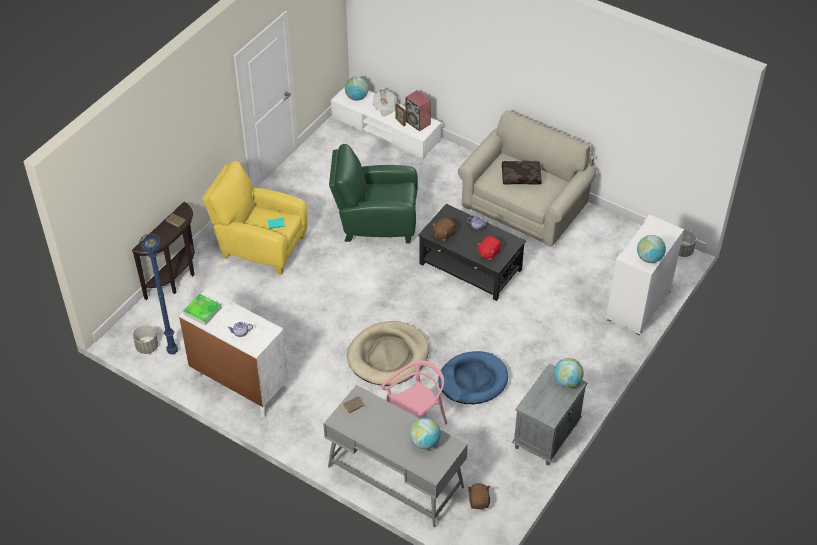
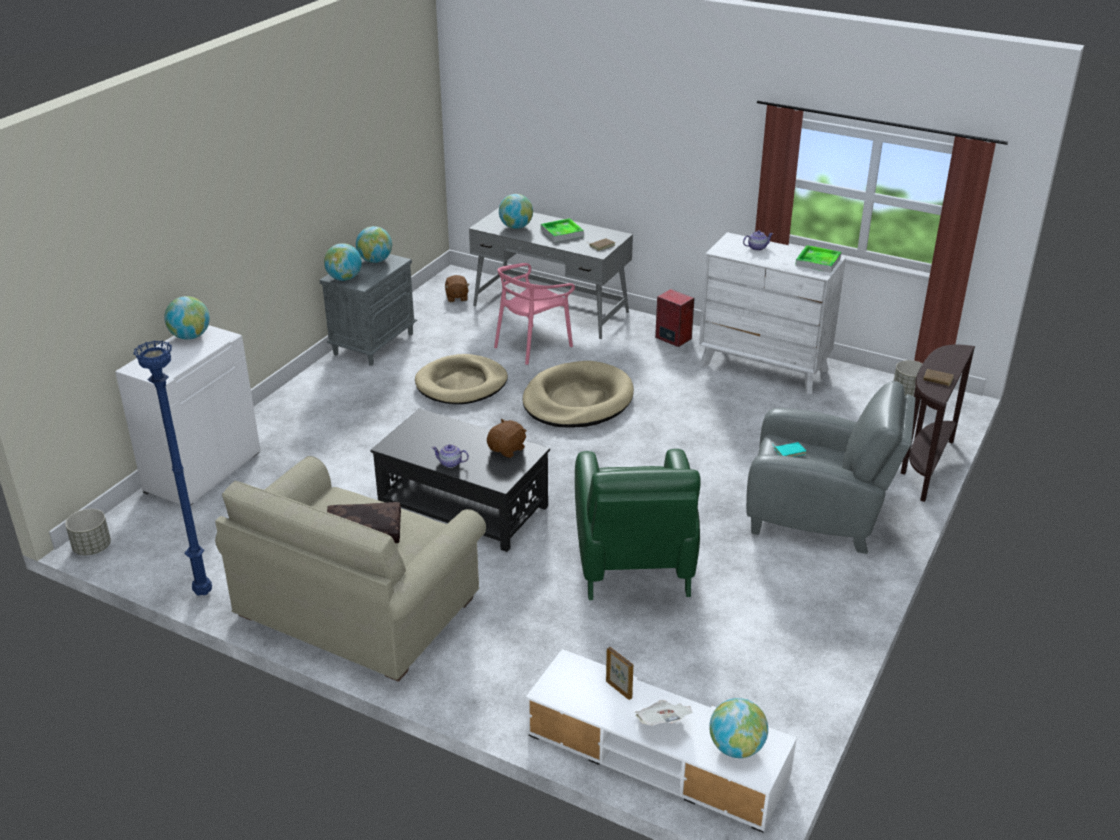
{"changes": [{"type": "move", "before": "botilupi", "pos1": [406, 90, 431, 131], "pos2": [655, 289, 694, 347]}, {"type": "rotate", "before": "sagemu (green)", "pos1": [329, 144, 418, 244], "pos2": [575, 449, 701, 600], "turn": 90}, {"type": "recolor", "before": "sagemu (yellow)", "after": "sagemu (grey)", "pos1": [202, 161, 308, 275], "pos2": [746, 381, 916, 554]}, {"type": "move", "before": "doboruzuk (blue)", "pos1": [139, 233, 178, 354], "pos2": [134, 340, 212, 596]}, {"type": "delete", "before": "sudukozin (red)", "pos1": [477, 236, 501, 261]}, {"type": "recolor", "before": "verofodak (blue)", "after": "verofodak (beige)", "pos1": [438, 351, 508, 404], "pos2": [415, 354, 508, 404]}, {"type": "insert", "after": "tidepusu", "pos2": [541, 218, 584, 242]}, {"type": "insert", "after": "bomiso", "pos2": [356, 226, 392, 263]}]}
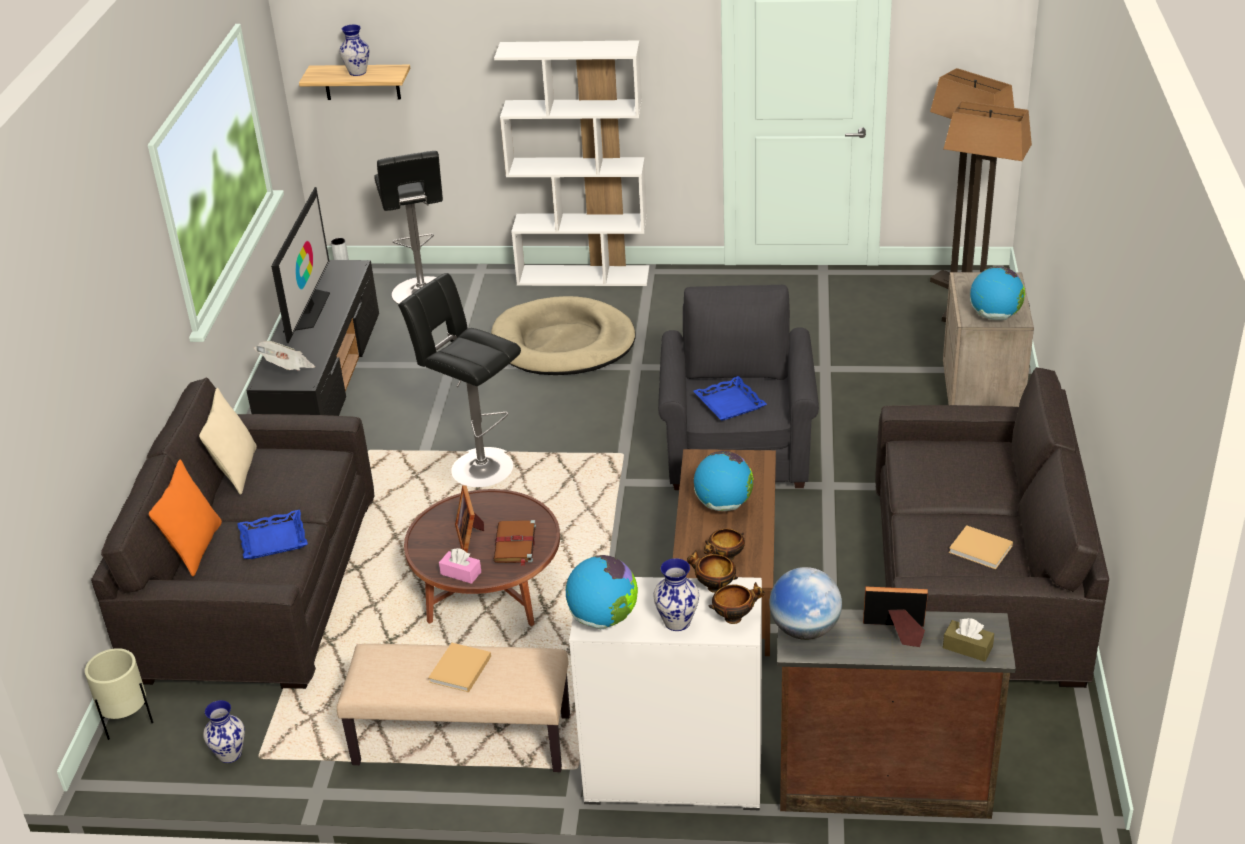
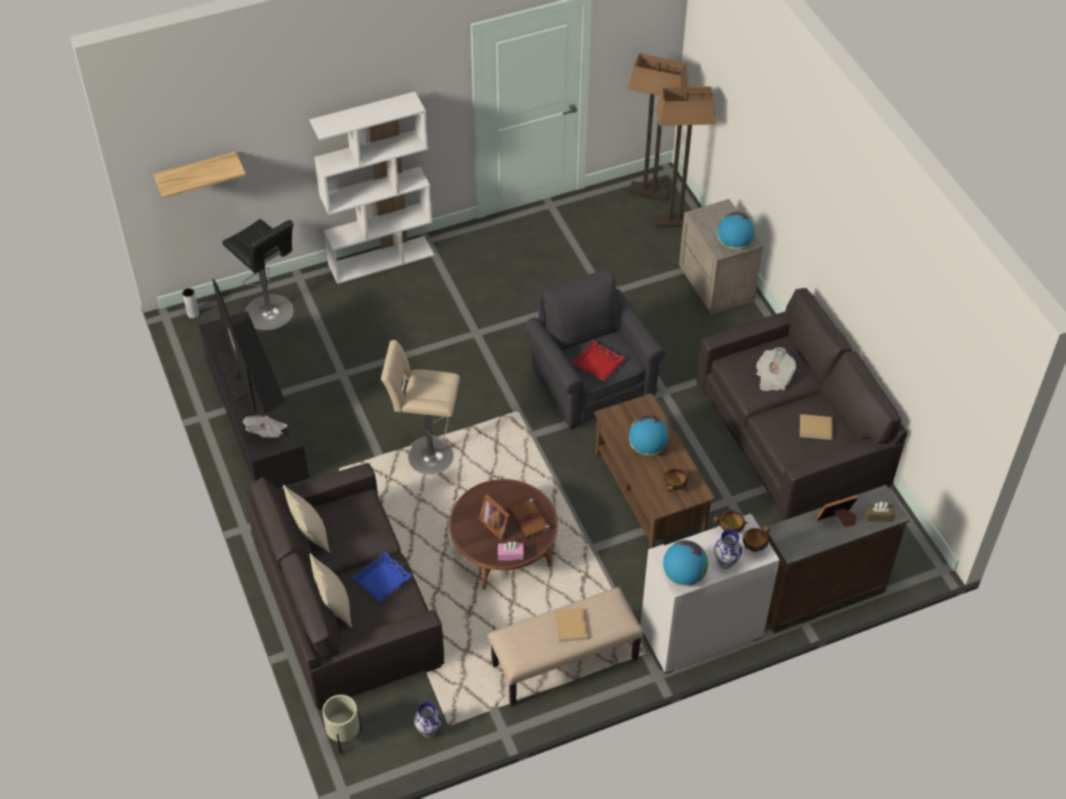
{"changes": [{"type": "delete", "before": "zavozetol", "pos1": [339, 25, 370, 76]}, {"type": "recolor", "before": "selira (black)", "after": "selira (beige)", "pos1": [398, 273, 521, 487], "pos2": [381, 340, 460, 475]}, {"type": "delete", "before": "verofodak (beige)", "pos1": [491, 296, 635, 375]}, {"type": "recolor", "before": "tidepusu (blue)", "after": "tidepusu (red)", "pos1": [693, 376, 767, 421], "pos2": [571, 340, 625, 381]}, {"type": "recolor", "before": "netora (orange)", "after": "netora (beige)", "pos1": [149, 460, 222, 576], "pos2": [309, 553, 352, 627]}, {"type": "delete", "before": "bomiso", "pos1": [769, 567, 842, 640]}, {"type": "insert", "after": "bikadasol", "pos2": [756, 347, 796, 391]}]}
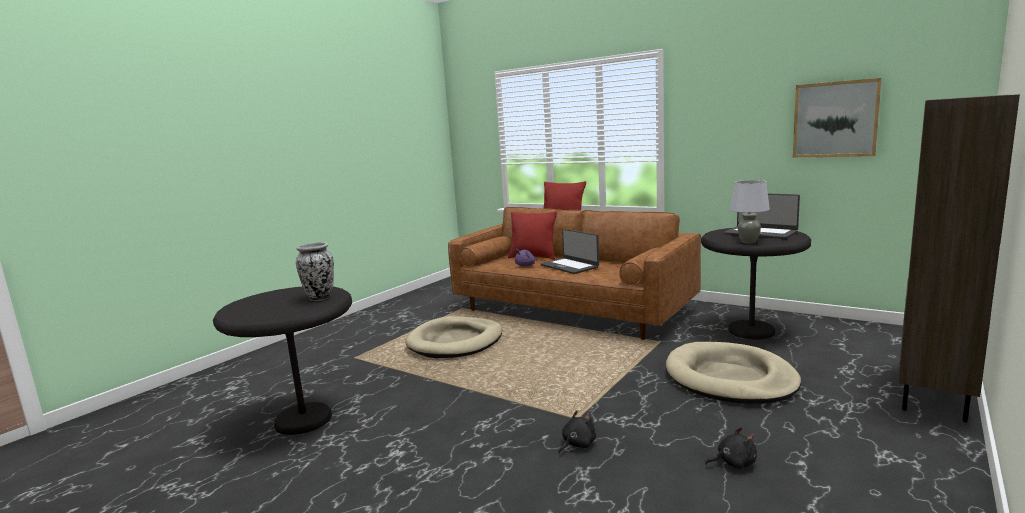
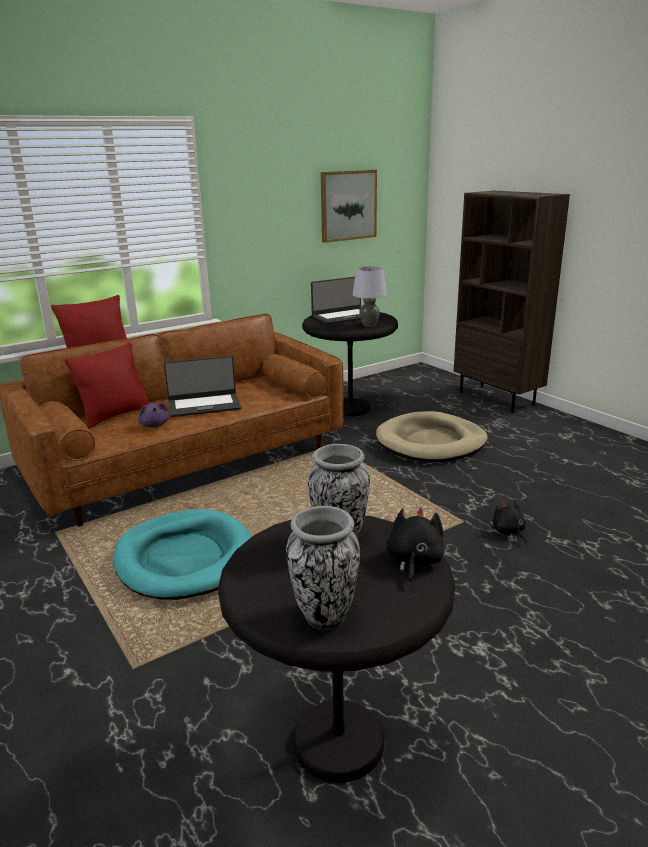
{"changes": [{"type": "recolor", "before": "verofodak (beige)", "after": "verofodak (turquoise)", "pos1": [405, 316, 502, 358], "pos2": [113, 509, 252, 600]}, {"type": "move", "before": "sudukozin (black)", "pos1": [705, 427, 757, 469], "pos2": [386, 507, 444, 584]}, {"type": "insert", "after": "zavozetol", "pos2": [286, 506, 360, 630]}]}
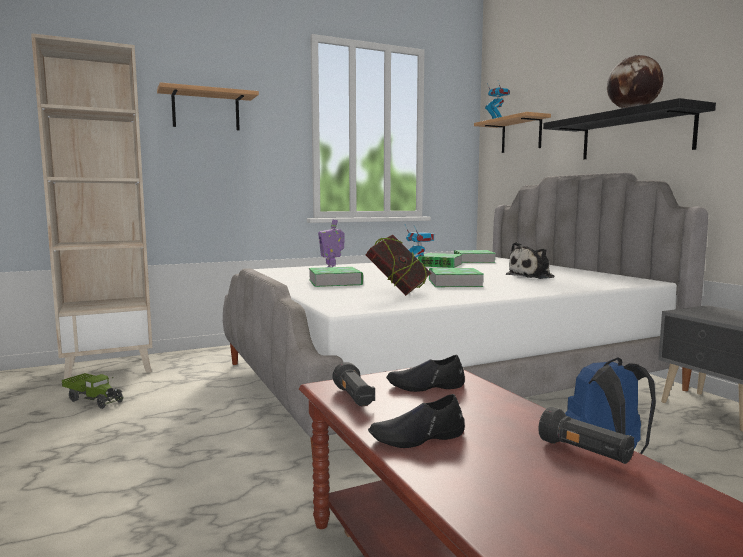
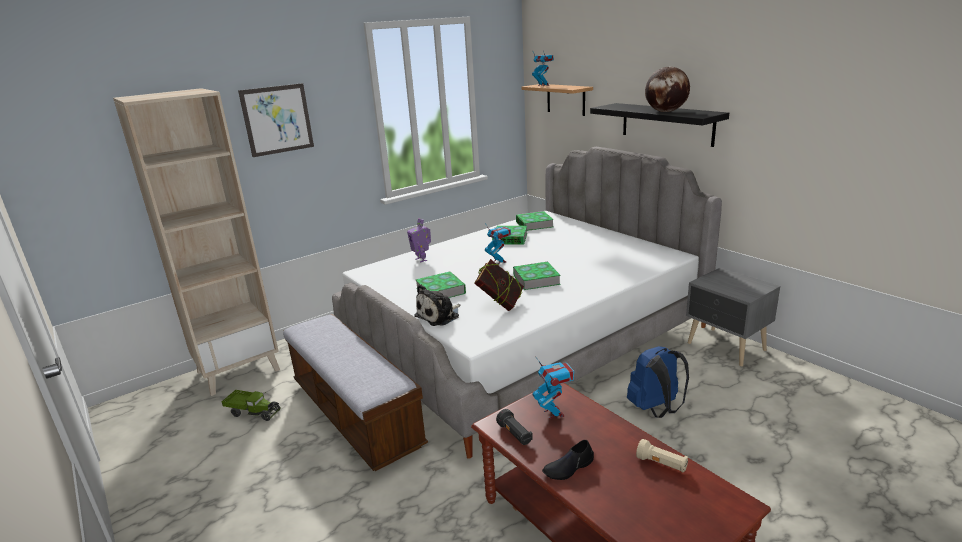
{"changes": [{"type": "replace", "before": "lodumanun", "after": "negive", "pos1": [157, 82, 259, 130], "pos2": [238, 83, 314, 157]}, {"type": "move", "before": "sudukozin", "pos1": [506, 242, 555, 279], "pos2": [414, 284, 460, 326]}, {"type": "replace", "before": "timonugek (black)", "after": "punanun", "pos1": [386, 355, 465, 392], "pos2": [533, 359, 574, 419]}, {"type": "recolor", "before": "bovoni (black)", "after": "bovoni (beige)", "pos1": [538, 407, 634, 464], "pos2": [636, 439, 688, 472]}, {"type": "insert", "after": "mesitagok", "pos2": [283, 314, 428, 471]}]}
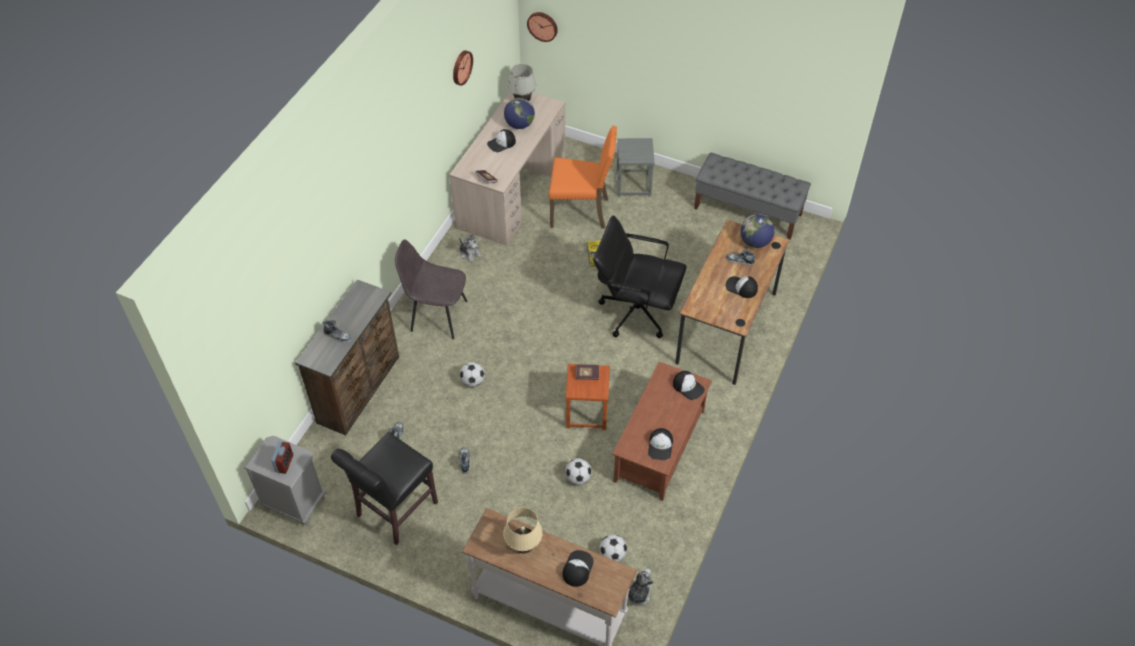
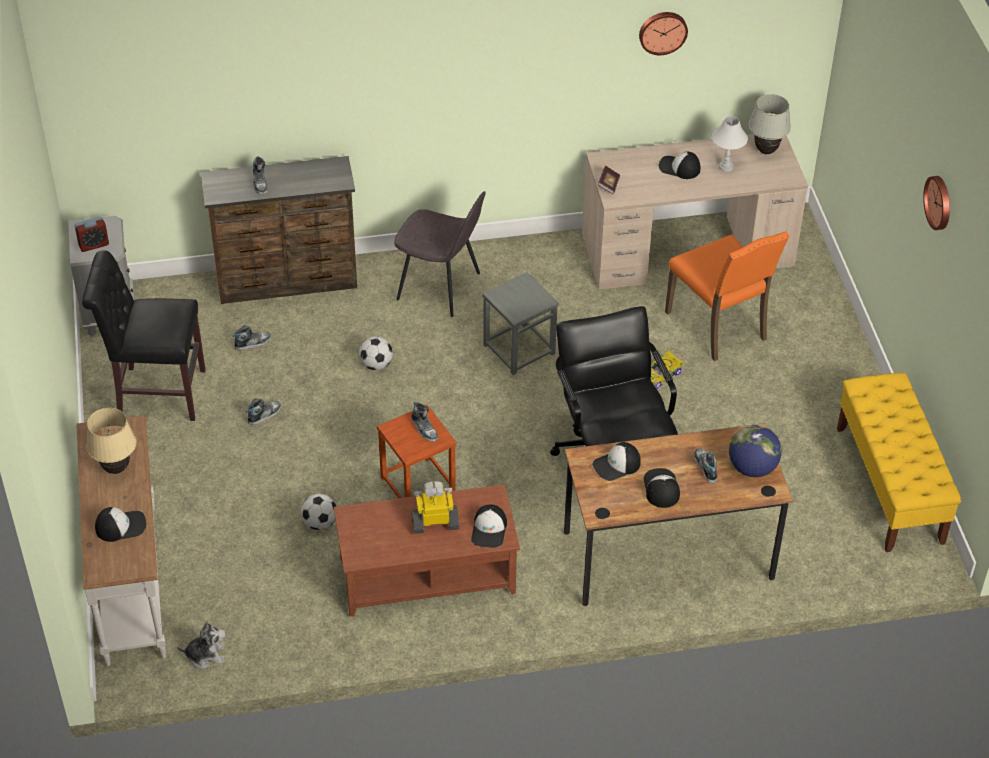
{"changes": [{"type": "move", "before": "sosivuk", "pos1": [527, 12, 558, 42], "pos2": [923, 176, 950, 230]}, {"type": "replace", "before": "bomiso", "after": "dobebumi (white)", "pos1": [504, 98, 535, 129], "pos2": [712, 116, 748, 172]}, {"type": "move", "before": "selira (grey)", "pos1": [616, 138, 654, 197], "pos2": [482, 272, 559, 375]}, {"type": "recolor", "before": "mesitagok (grey)", "after": "mesitagok (yellow)", "pos1": [694, 152, 811, 240], "pos2": [837, 373, 961, 552]}, {"type": "delete", "before": "sudukozin", "pos1": [459, 234, 482, 263]}, {"type": "rotate", "before": "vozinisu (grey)", "pos1": [395, 239, 468, 339], "pos2": [394, 191, 486, 317], "turn": 135}, {"type": "replace", "before": "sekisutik", "after": "timonugek", "pos1": [576, 364, 599, 380], "pos2": [411, 402, 438, 442]}, {"type": "move", "before": "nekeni", "pos1": [648, 428, 673, 460], "pos2": [592, 442, 641, 481]}, {"type": "delete", "before": "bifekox", "pos1": [599, 534, 627, 562]}, {"type": "insert", "after": "punanun", "pos2": [411, 481, 459, 534]}]}
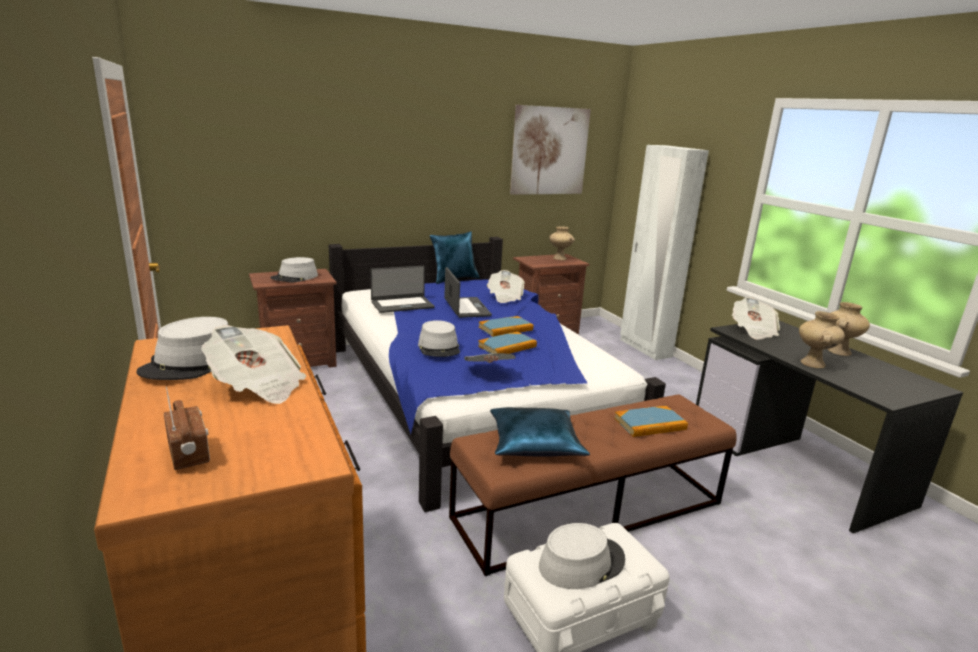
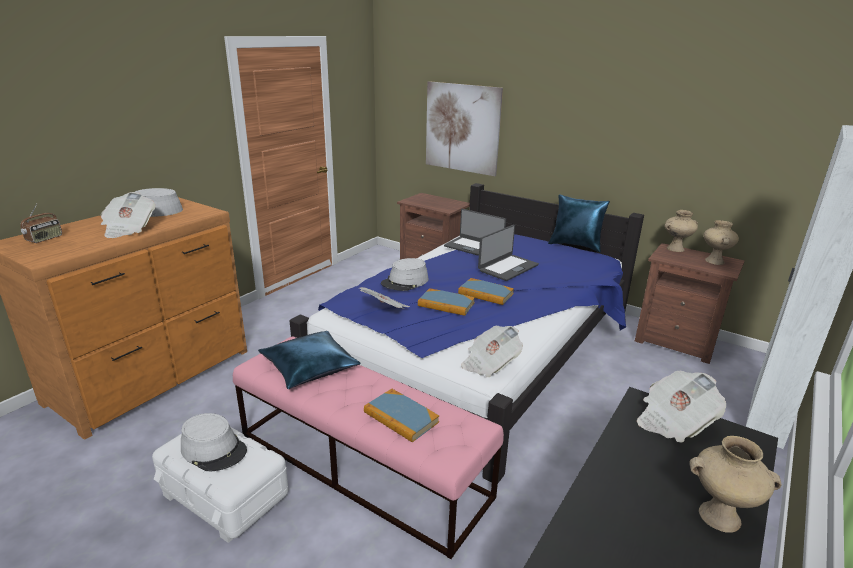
{"changes": [{"type": "move", "before": "negive", "pos1": [510, 105, 591, 195], "pos2": [426, 81, 503, 176]}, {"type": "delete", "before": "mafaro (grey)", "pos1": [270, 257, 318, 283]}, {"type": "move", "before": "bikadasol", "pos1": [487, 270, 525, 303], "pos2": [461, 325, 523, 377]}, {"type": "move", "before": "zavozetol (beige)", "pos1": [799, 311, 845, 368], "pos2": [664, 210, 698, 252]}, {"type": "recolor", "before": "mesitagok (brown)", "after": "mesitagok (pink)", "pos1": [449, 395, 737, 576], "pos2": [233, 336, 504, 559]}]}
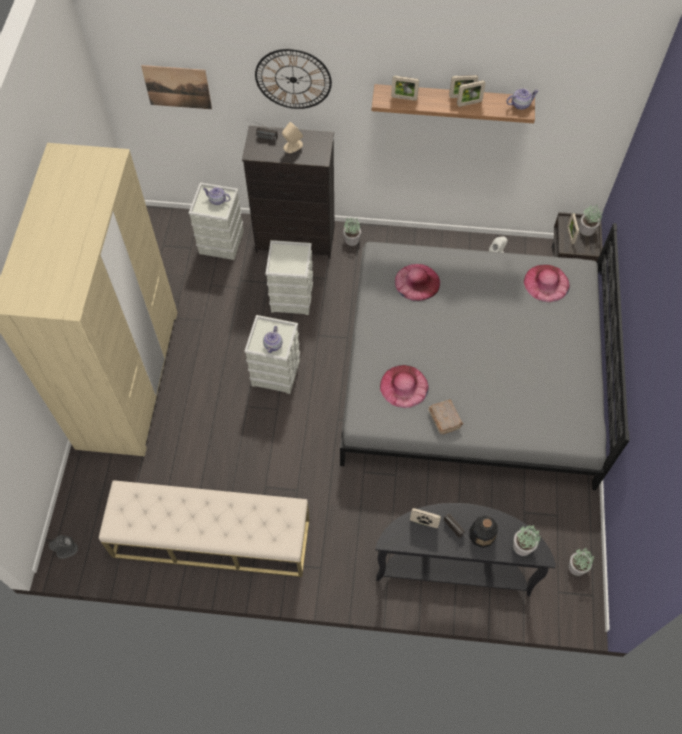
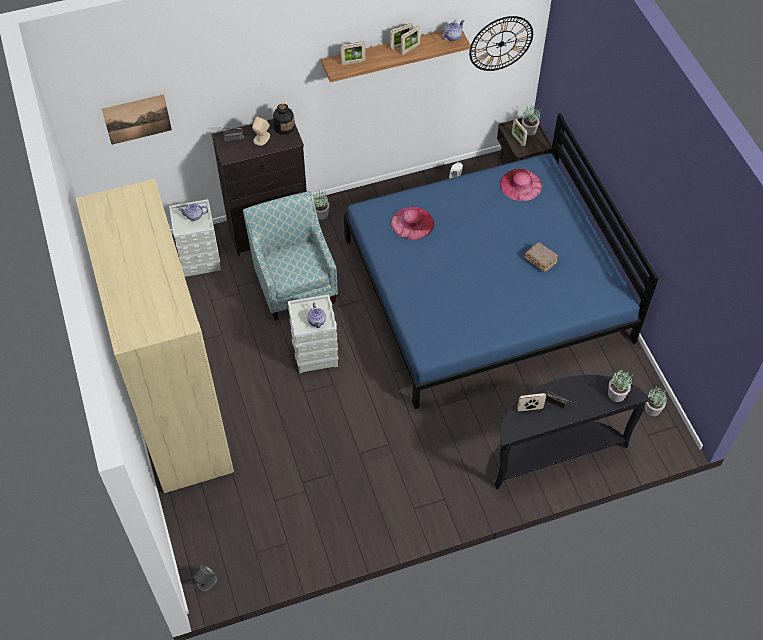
{"changes": [{"type": "move", "before": "sosivuk", "pos1": [255, 49, 332, 109], "pos2": [469, 16, 533, 71]}, {"type": "recolor", "before": "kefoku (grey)", "after": "kefoku (blue)", "pos1": [340, 223, 630, 490], "pos2": [344, 113, 659, 409]}, {"type": "replace", "before": "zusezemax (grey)", "after": "sagemu", "pos1": [266, 240, 313, 315], "pos2": [243, 191, 338, 321]}, {"type": "delete", "before": "mafaro (pink)", "pos1": [380, 365, 429, 408]}, {"type": "move", "before": "sekisutik (brown)", "pos1": [428, 399, 463, 434], "pos2": [524, 242, 559, 272]}, {"type": "delete", "before": "mesitagok (beige)", "pos1": [99, 480, 309, 577]}, {"type": "move", "before": "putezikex", "pos1": [469, 516, 497, 548], "pos2": [273, 104, 295, 135]}]}
